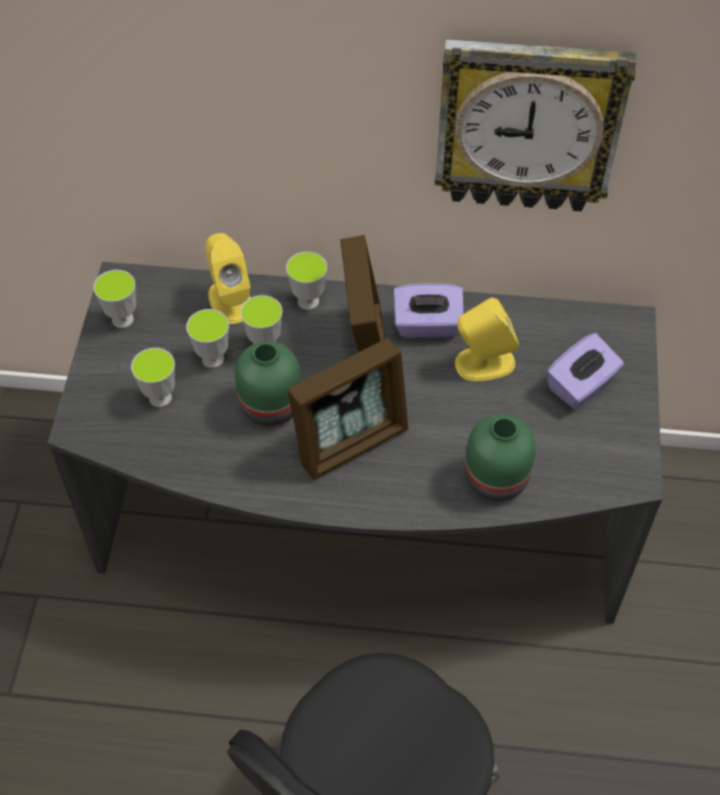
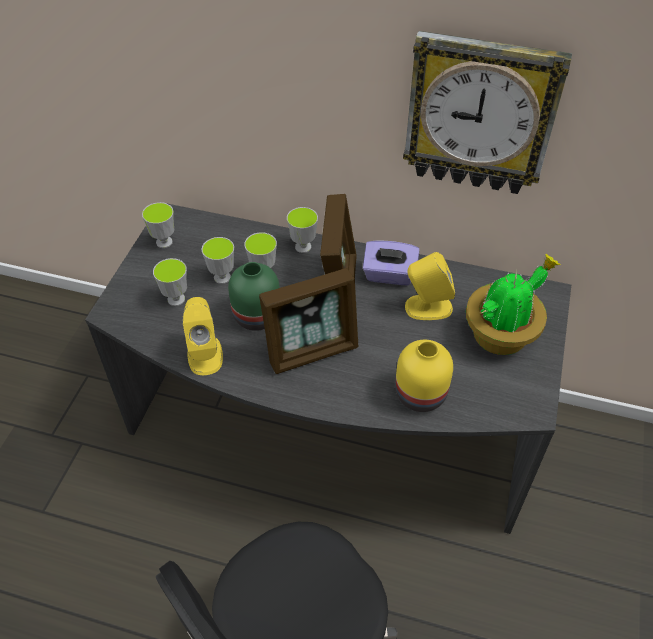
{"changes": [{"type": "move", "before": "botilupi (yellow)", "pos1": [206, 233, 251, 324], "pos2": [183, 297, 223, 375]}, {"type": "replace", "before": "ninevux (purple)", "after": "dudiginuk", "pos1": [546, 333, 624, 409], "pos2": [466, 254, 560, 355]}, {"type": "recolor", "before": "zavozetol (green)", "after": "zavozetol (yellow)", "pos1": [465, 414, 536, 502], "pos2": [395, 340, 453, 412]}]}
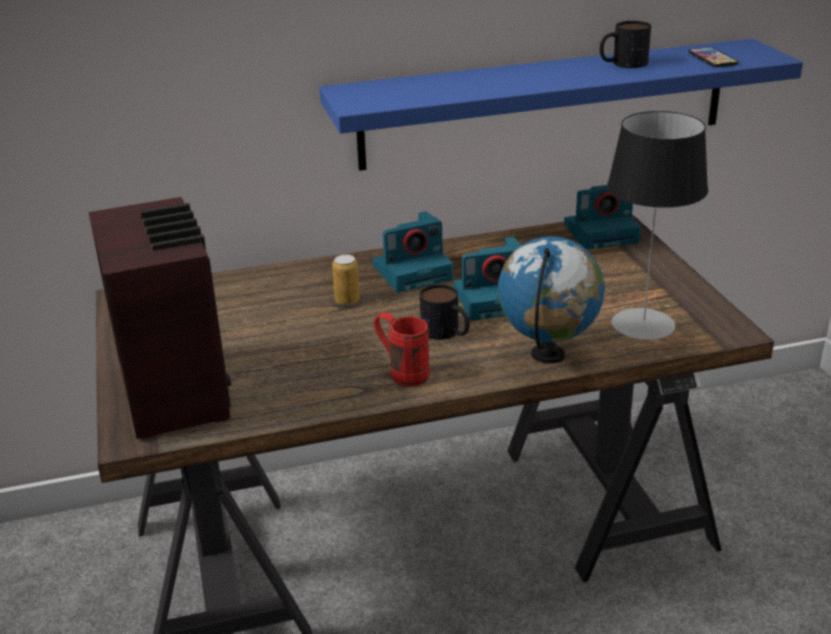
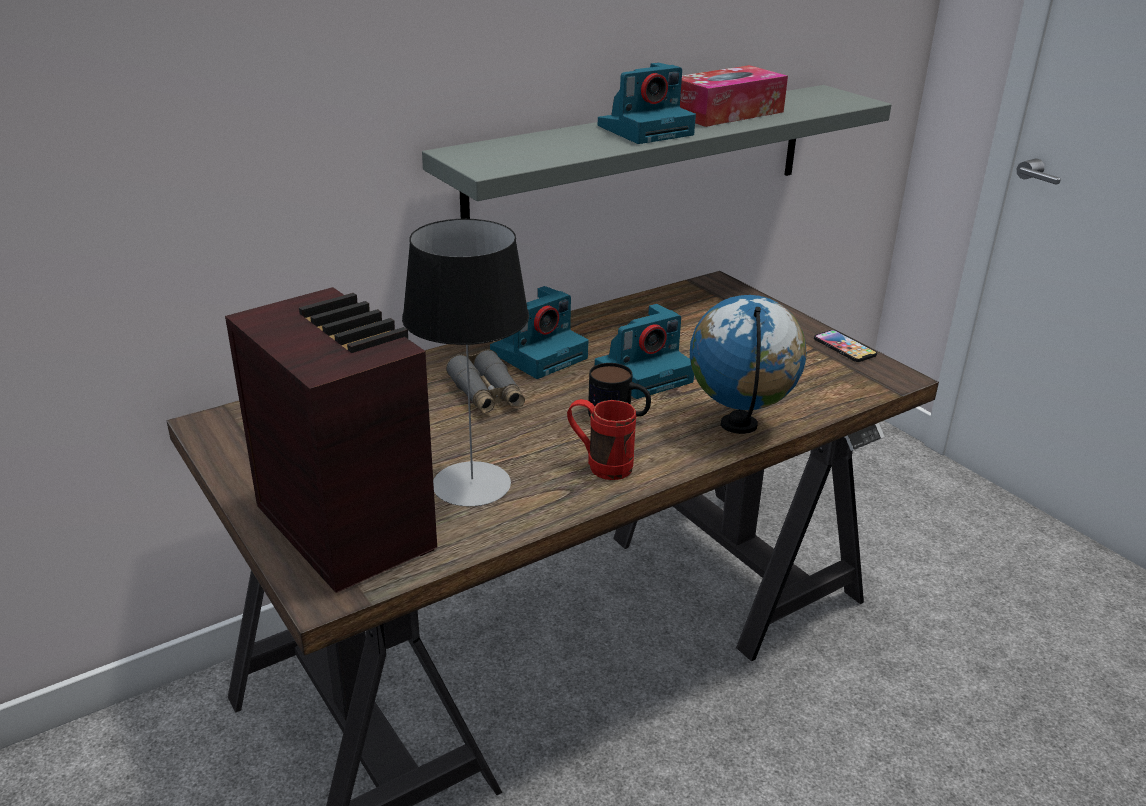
{"changes": [{"type": "replace", "before": "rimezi", "after": "ninevux", "pos1": [600, 21, 651, 68], "pos2": [680, 65, 788, 127]}, {"type": "recolor", "before": "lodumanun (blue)", "after": "lodumanun (grey)", "pos1": [319, 39, 803, 171], "pos2": [422, 85, 892, 219]}, {"type": "move", "before": "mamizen", "pos1": [688, 47, 738, 67], "pos2": [814, 330, 877, 362]}, {"type": "move", "before": "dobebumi", "pos1": [607, 111, 708, 340], "pos2": [402, 219, 529, 507]}, {"type": "move", "before": "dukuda", "pos1": [564, 185, 641, 250], "pos2": [598, 62, 696, 144]}, {"type": "replace", "before": "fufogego", "after": "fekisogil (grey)", "pos1": [332, 254, 360, 306], "pos2": [446, 350, 525, 414]}]}
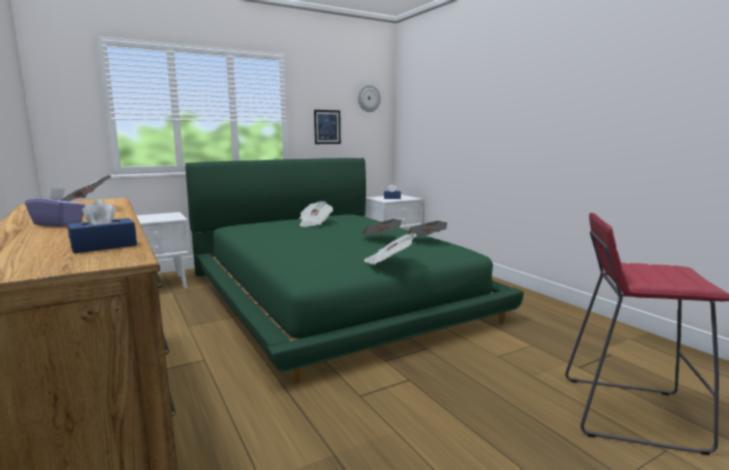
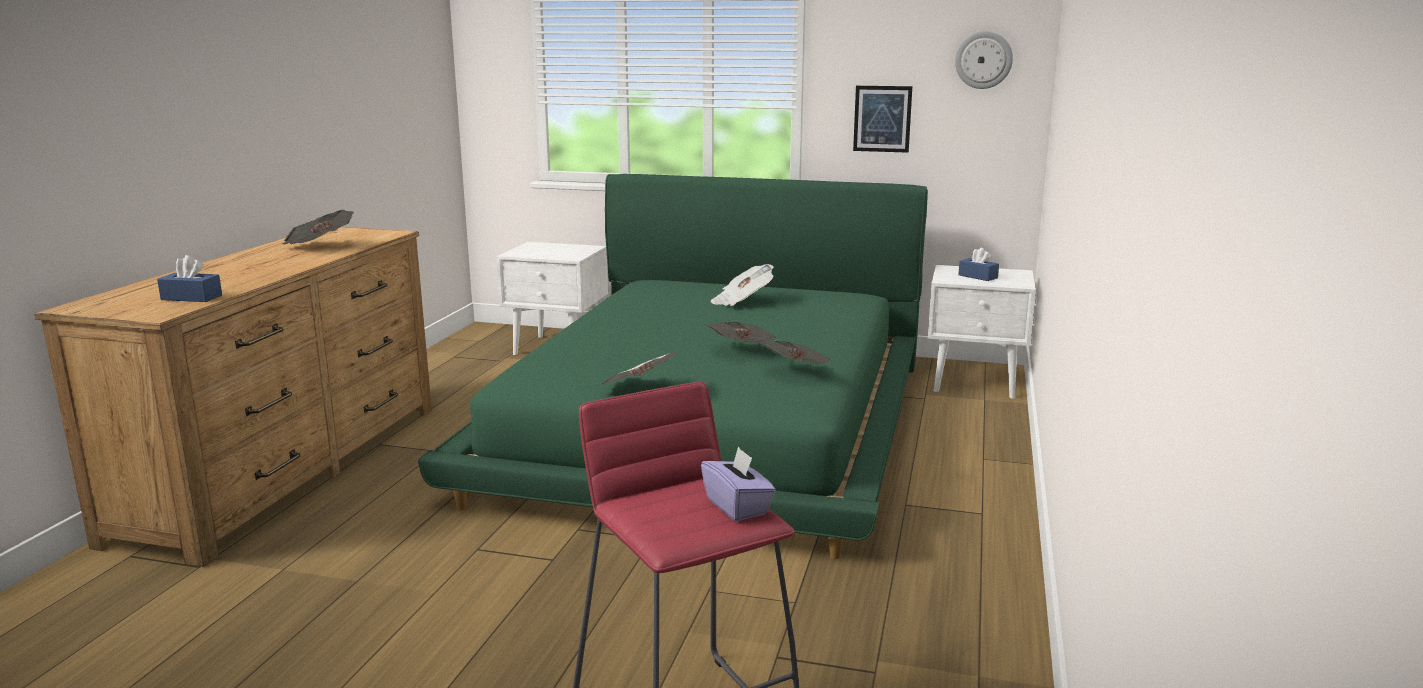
{"changes": [{"type": "move", "before": "ninevux (purple)", "pos1": [25, 188, 85, 227], "pos2": [701, 446, 776, 521]}]}
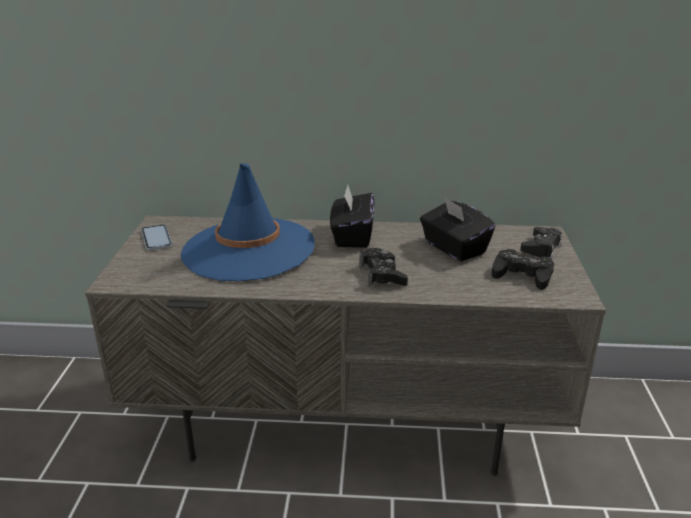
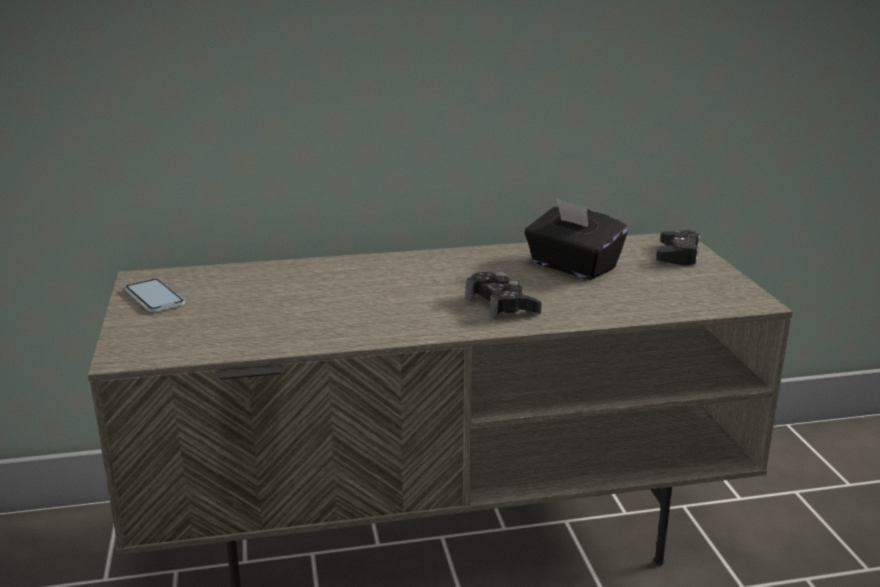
{"changes": [{"type": "delete", "before": "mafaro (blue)", "pos1": [181, 163, 314, 282]}, {"type": "delete", "before": "ninevux (black)", "pos1": [330, 185, 375, 248]}, {"type": "delete", "before": "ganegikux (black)", "pos1": [492, 249, 554, 290]}]}
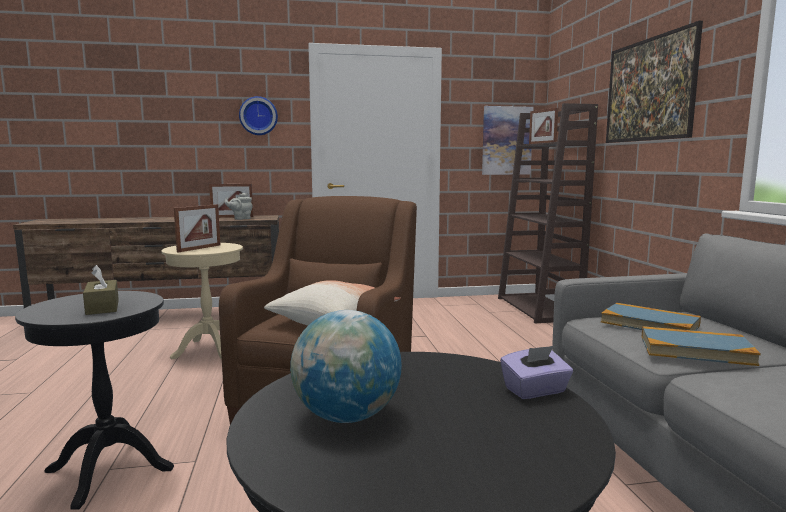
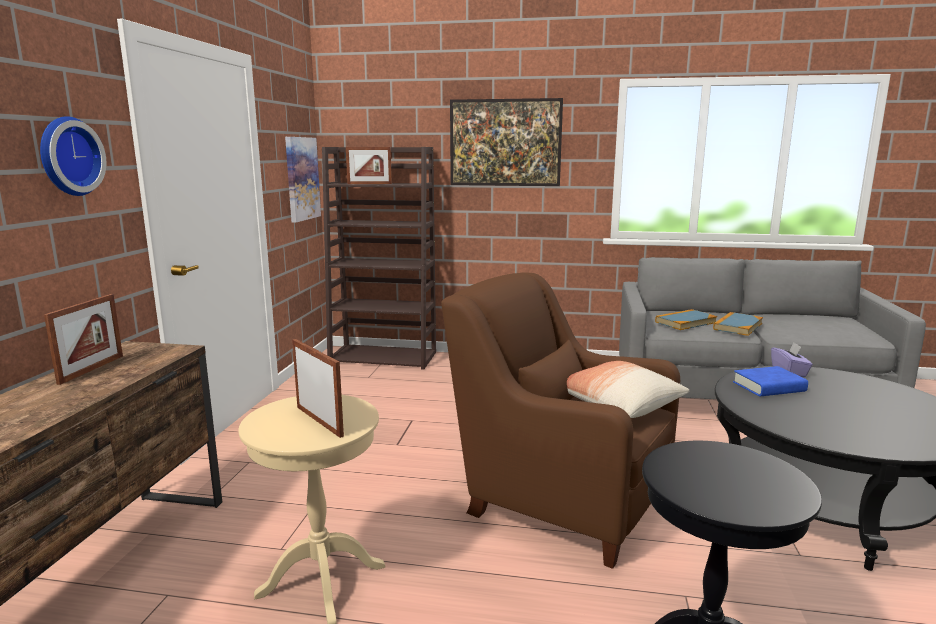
{"changes": [{"type": "delete", "before": "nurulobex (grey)", "pos1": [225, 193, 253, 220]}, {"type": "delete", "before": "ninevux (brown)", "pos1": [83, 265, 119, 315]}, {"type": "delete", "before": "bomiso", "pos1": [290, 310, 402, 423]}, {"type": "insert", "after": "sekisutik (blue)", "pos2": [733, 366, 808, 397]}]}
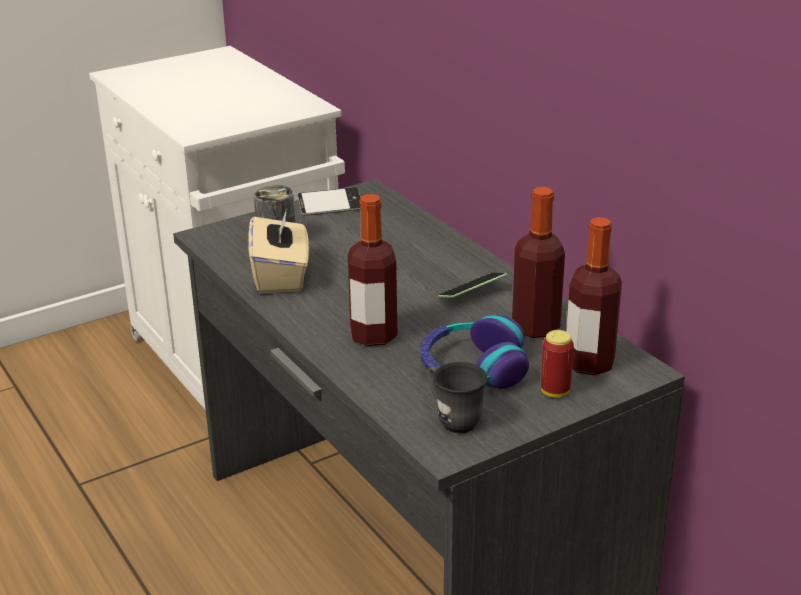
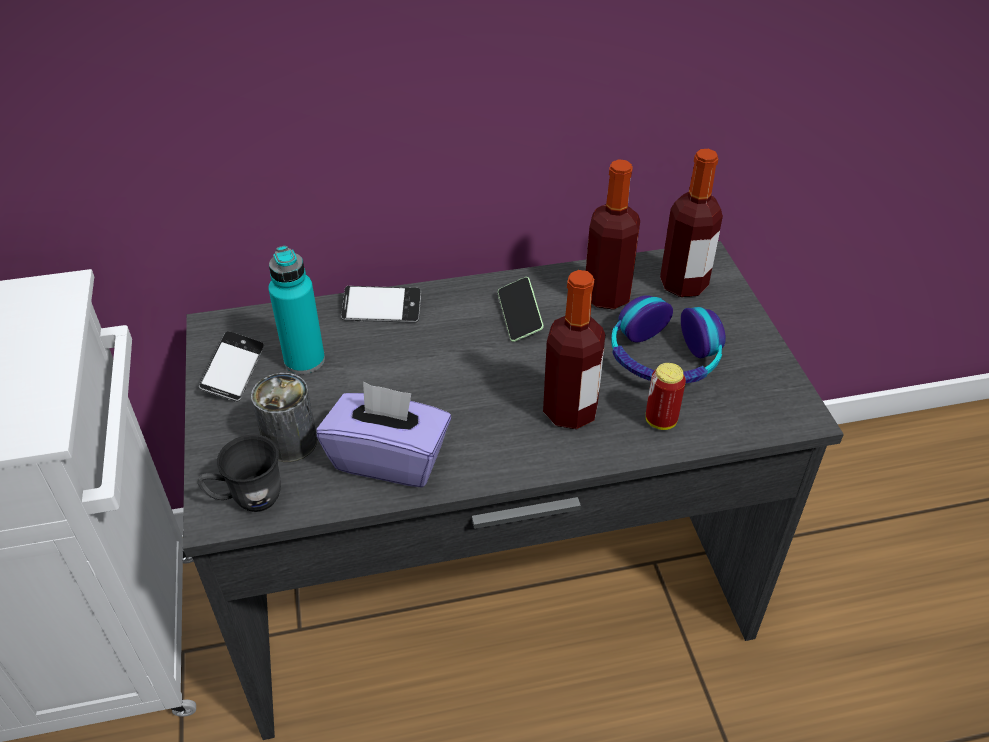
{"changes": [{"type": "recolor", "before": "ninevux (beige)", "after": "ninevux (purple)", "pos1": [248, 208, 309, 293], "pos2": [317, 382, 451, 488]}, {"type": "move", "before": "fufogego", "pos1": [541, 330, 574, 398], "pos2": [646, 363, 686, 430]}, {"type": "move", "before": "rimezi (grey)", "pos1": [428, 362, 487, 433], "pos2": [197, 435, 281, 512]}, {"type": "insert", "after": "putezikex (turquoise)", "pos2": [268, 246, 325, 374]}, {"type": "insert", "after": "mamizen", "pos2": [341, 286, 421, 323]}]}
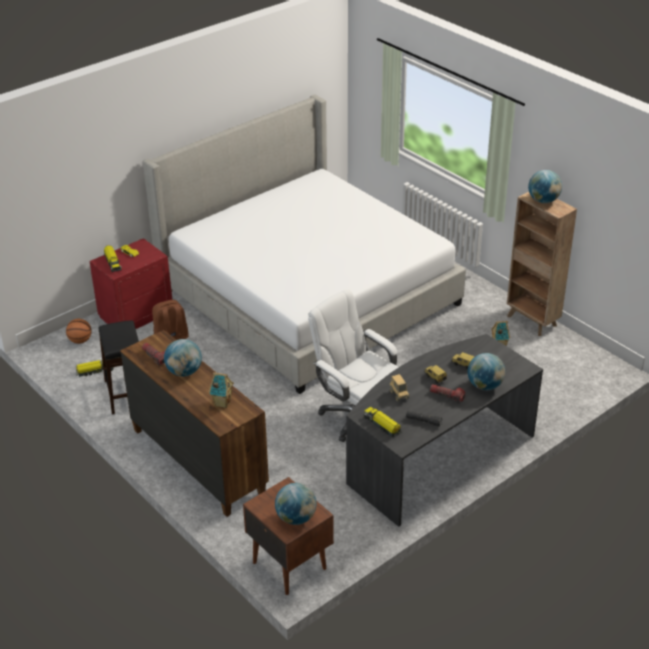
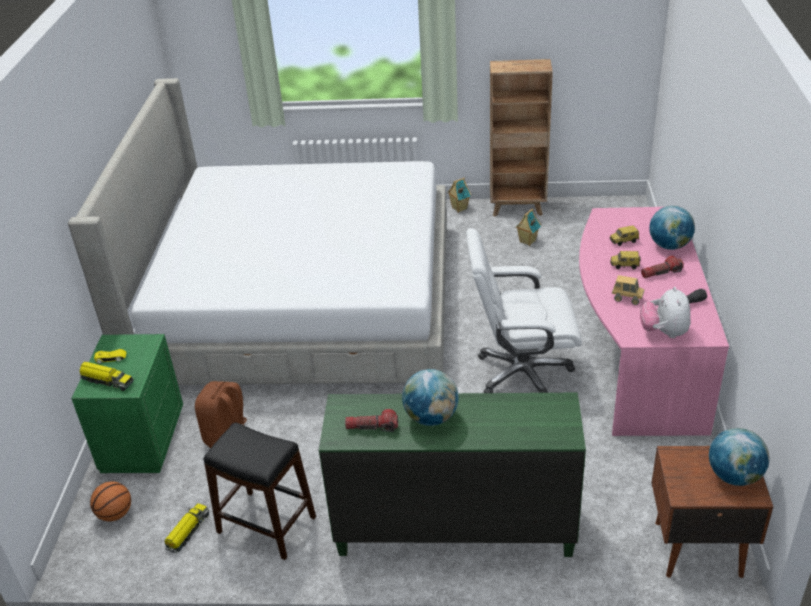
{"changes": [{"type": "delete", "before": "bomiso", "pos1": [528, 170, 562, 203]}, {"type": "recolor", "before": "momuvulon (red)", "after": "momuvulon (green)", "pos1": [89, 238, 172, 329], "pos2": [71, 334, 183, 473]}, {"type": "recolor", "before": "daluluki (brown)", "after": "daluluki (green)", "pos1": [120, 330, 269, 517], "pos2": [319, 393, 586, 557]}, {"type": "recolor", "before": "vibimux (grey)", "after": "vibimux (pink)", "pos1": [346, 334, 543, 527], "pos2": [579, 206, 729, 436]}, {"type": "move", "before": "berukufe", "pos1": [209, 372, 234, 408], "pos2": [447, 178, 471, 212]}, {"type": "replace", "before": "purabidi", "after": "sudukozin", "pos1": [363, 407, 401, 438], "pos2": [640, 287, 690, 338]}]}
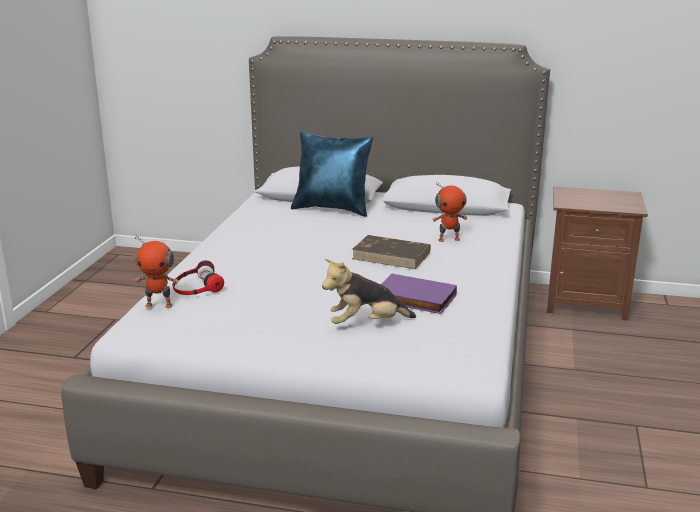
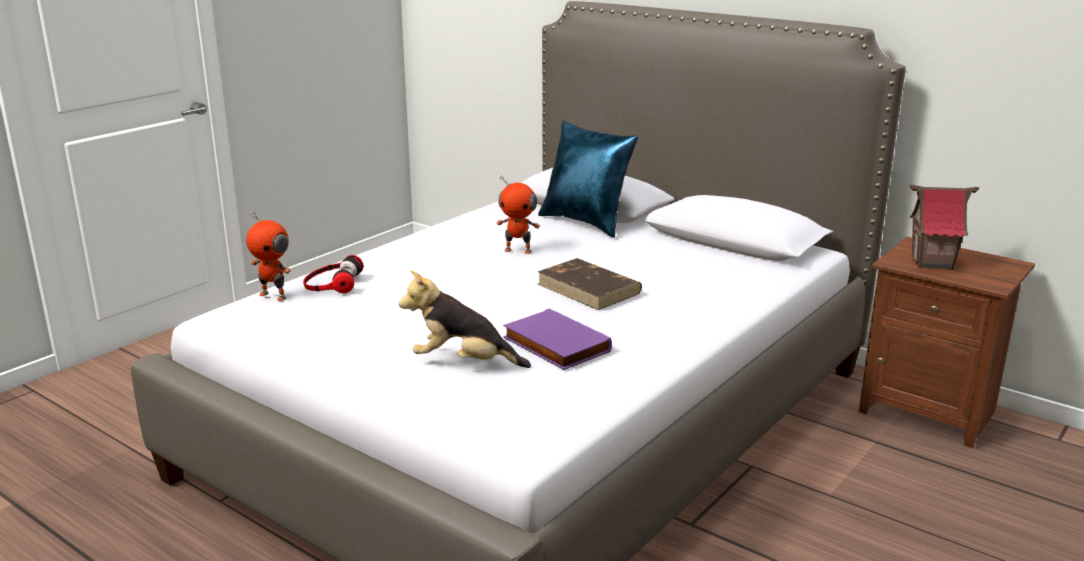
{"changes": [{"type": "move", "before": "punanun", "pos1": [432, 182, 467, 242], "pos2": [496, 175, 540, 254]}, {"type": "insert", "after": "berukufe", "pos2": [910, 185, 979, 270]}]}
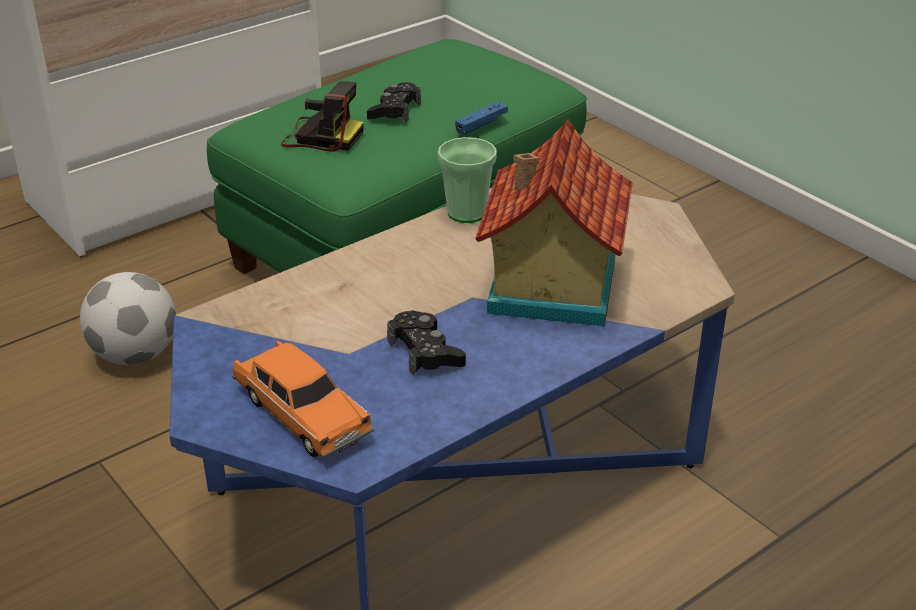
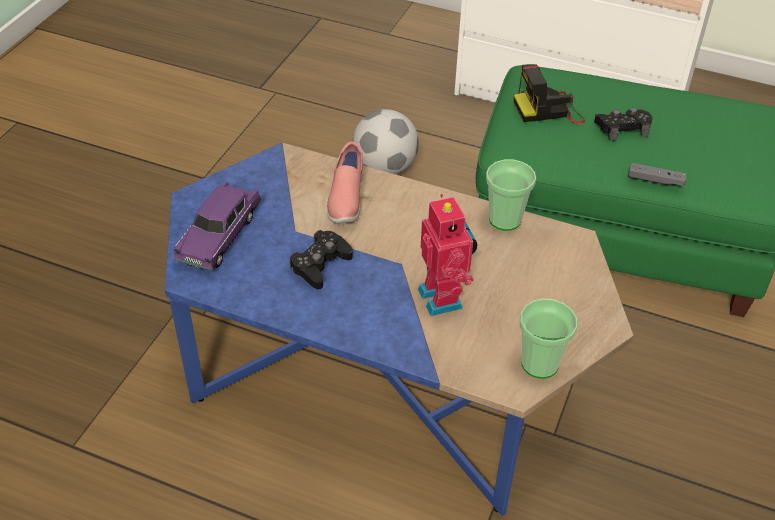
{"changes": [{"type": "rotate", "before": "dukuda", "pos1": [281, 81, 364, 152], "pos2": [514, 64, 585, 124], "turn": 90}, {"type": "recolor", "before": "ganegikux (blue)", "after": "ganegikux (grey)", "pos1": [455, 102, 508, 135], "pos2": [628, 163, 687, 186]}, {"type": "replace", "before": "berukufe", "after": "punanun", "pos1": [476, 119, 633, 326], "pos2": [418, 194, 477, 316]}, {"type": "recolor", "before": "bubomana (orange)", "after": "bubomana (purple)", "pos1": [232, 341, 374, 458], "pos2": [174, 182, 261, 271]}, {"type": "insert", "after": "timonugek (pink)", "pos2": [327, 142, 363, 224]}, {"type": "insert", "after": "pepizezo", "pos2": [520, 299, 578, 379]}]}
